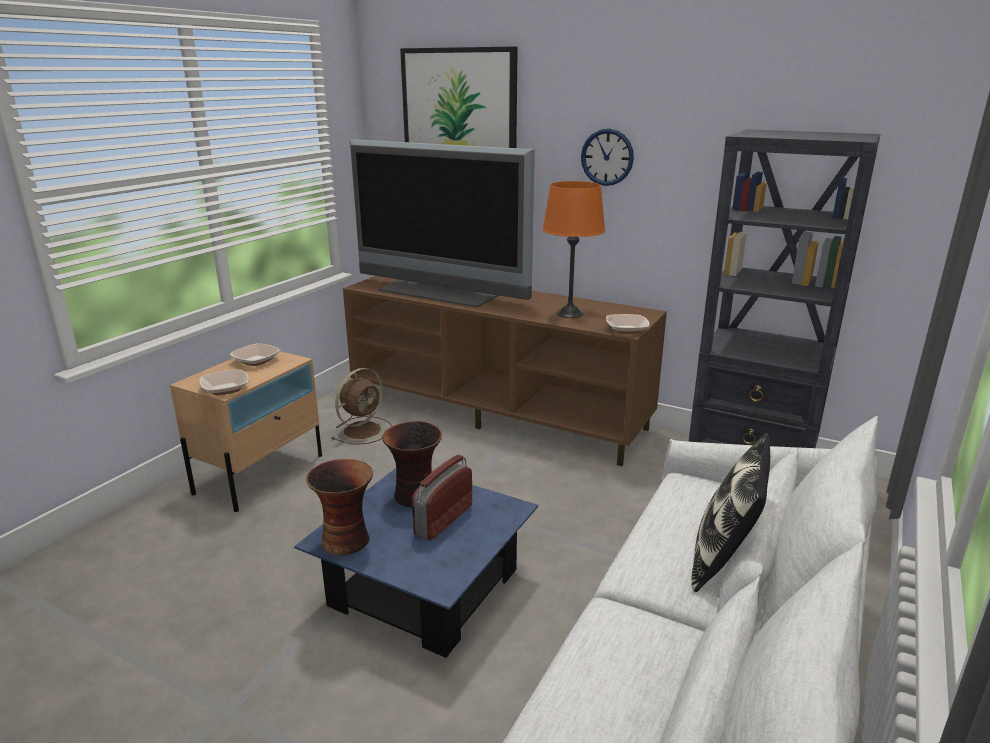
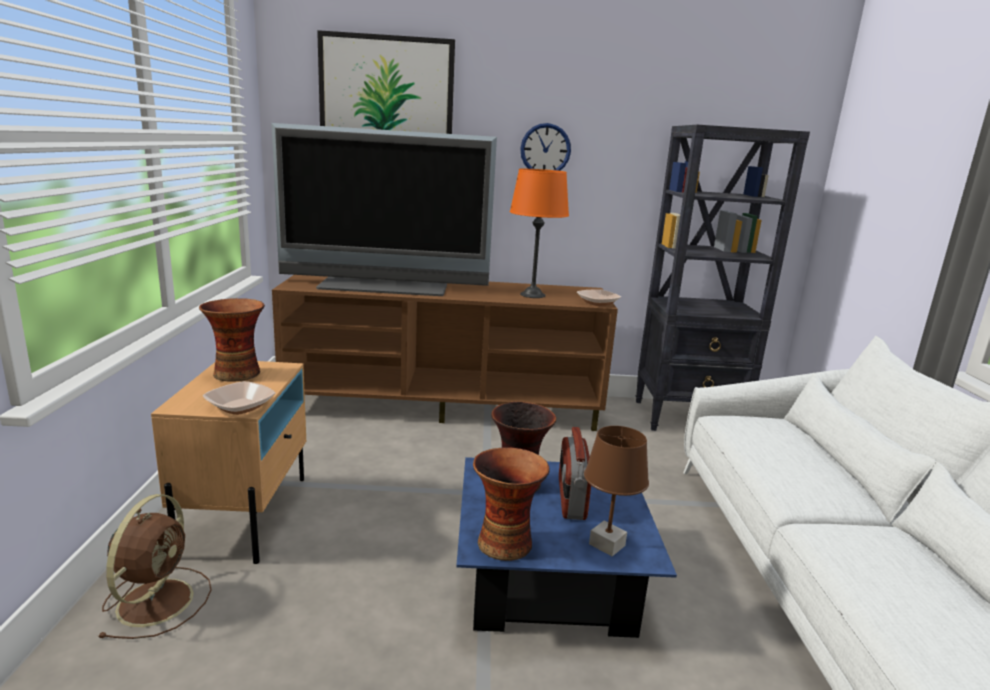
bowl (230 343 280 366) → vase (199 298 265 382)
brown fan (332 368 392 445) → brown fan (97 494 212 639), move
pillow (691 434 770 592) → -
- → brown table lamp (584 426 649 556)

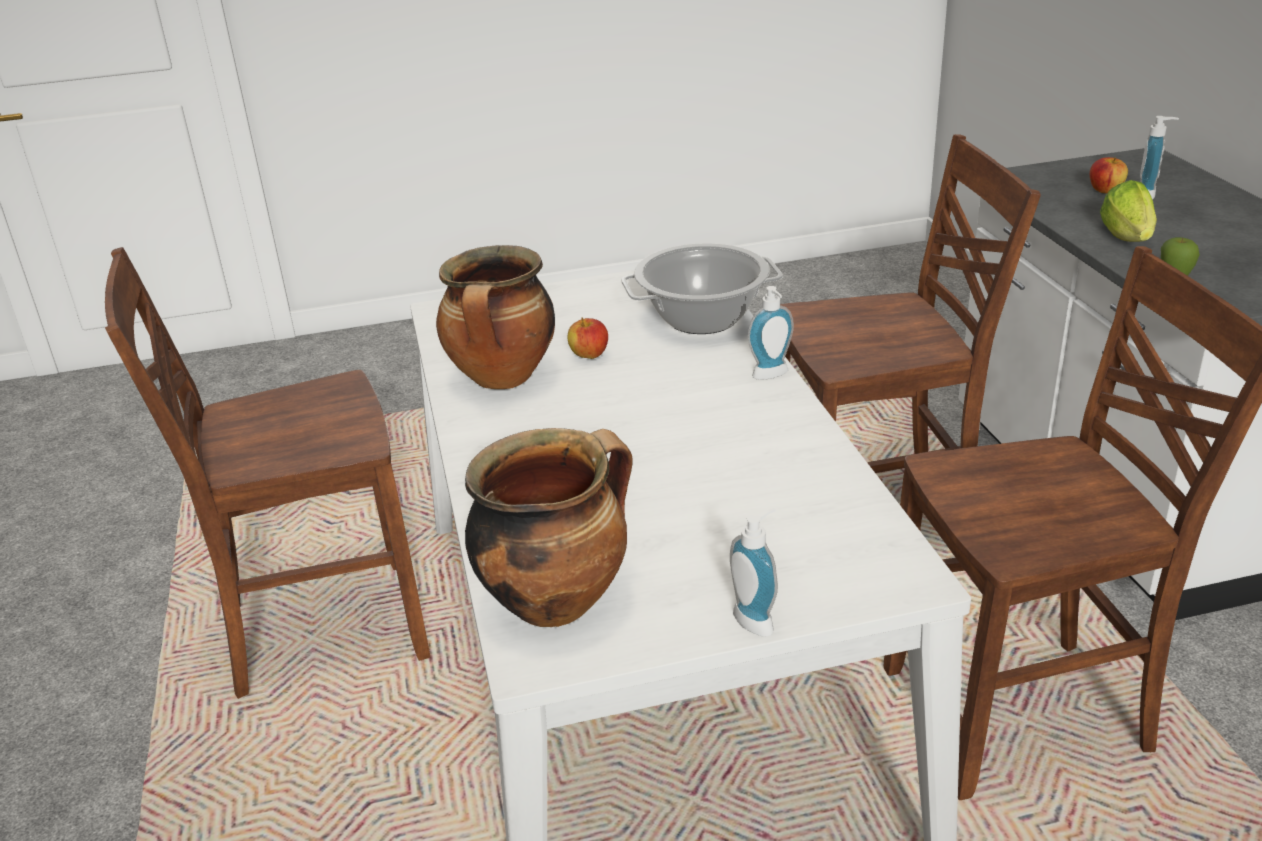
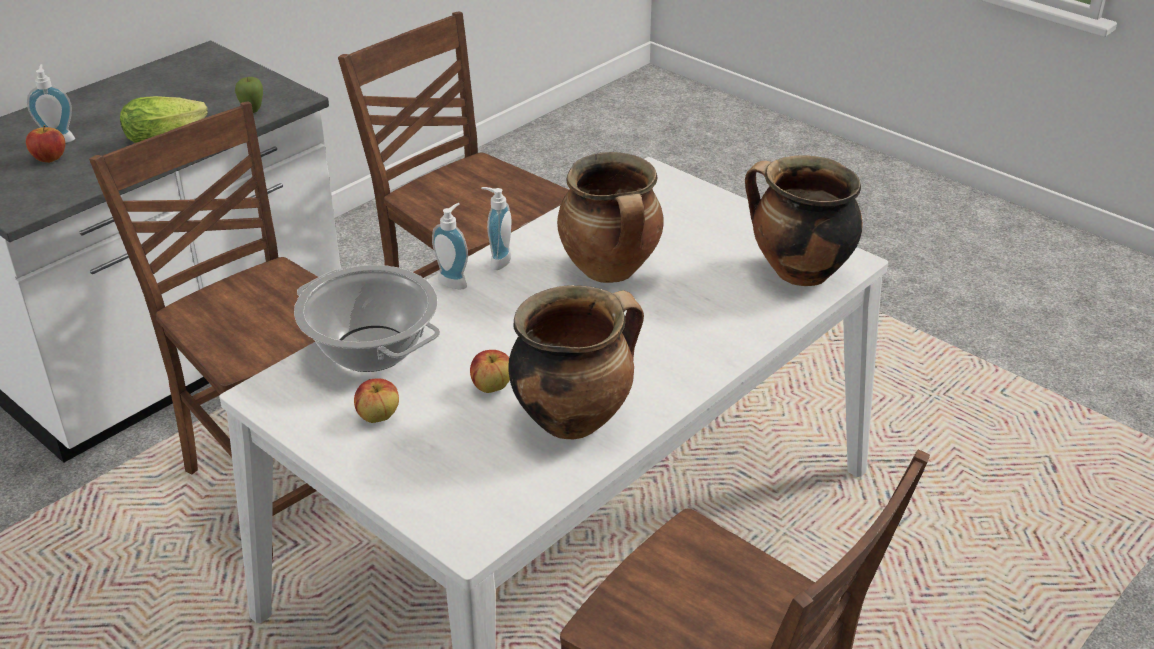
soap dispenser (730 508 778 637) → soap dispenser (481 187 511 270), move
- → apple (354 378 399 423)
- → cooking pot (557 152 663 283)

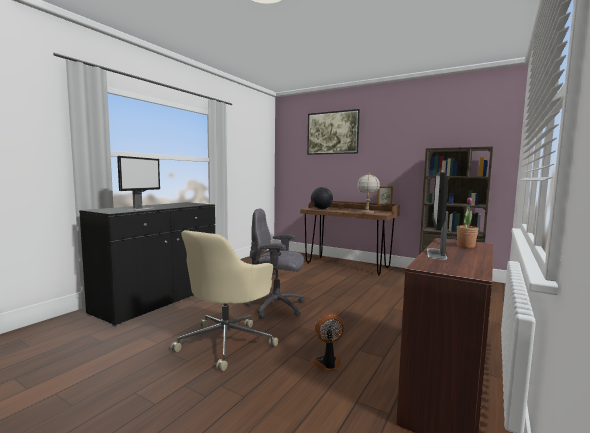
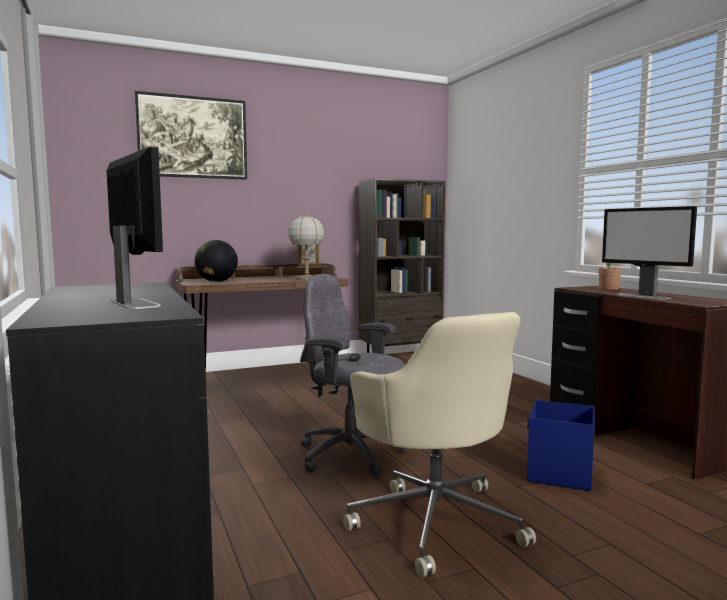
grey office chair (246 208 304 319) → grey office chair (300 274 406 477), 75 degrees clockwise
fan (311 313 344 372) → blue storage box (527 400 595 491)

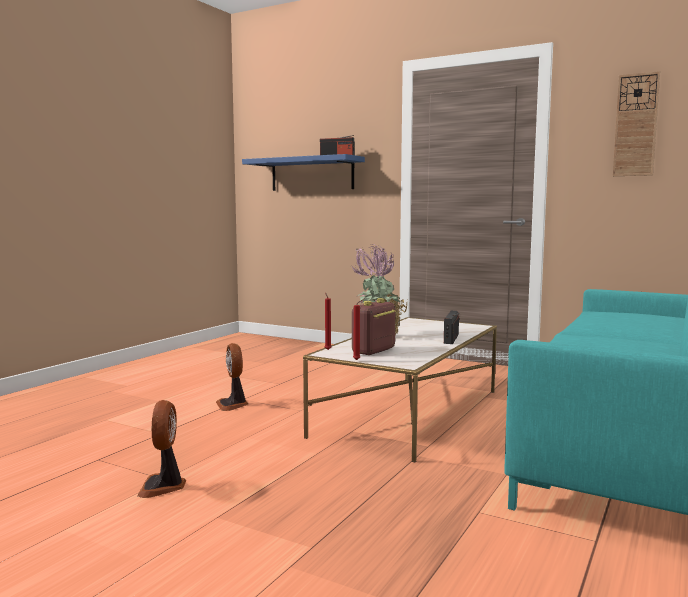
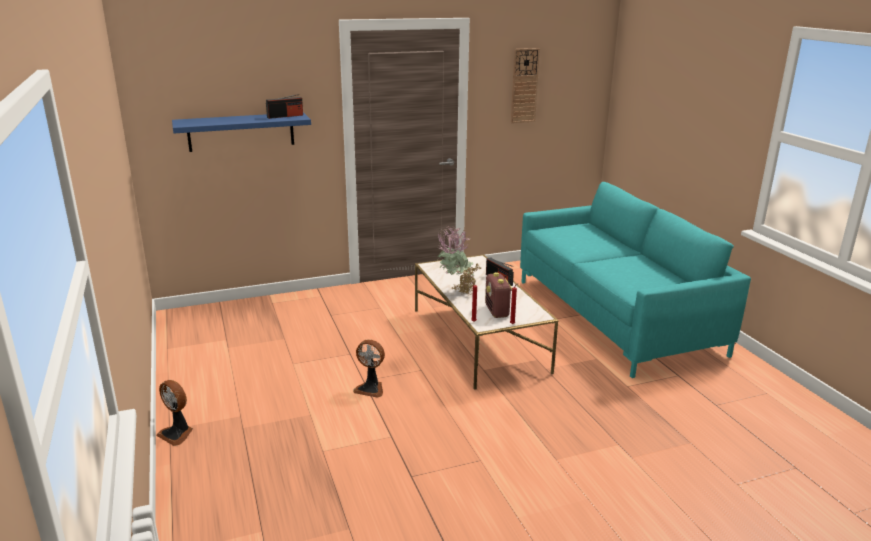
fan (137 400 186 498) → fan (156 380 193 446), move

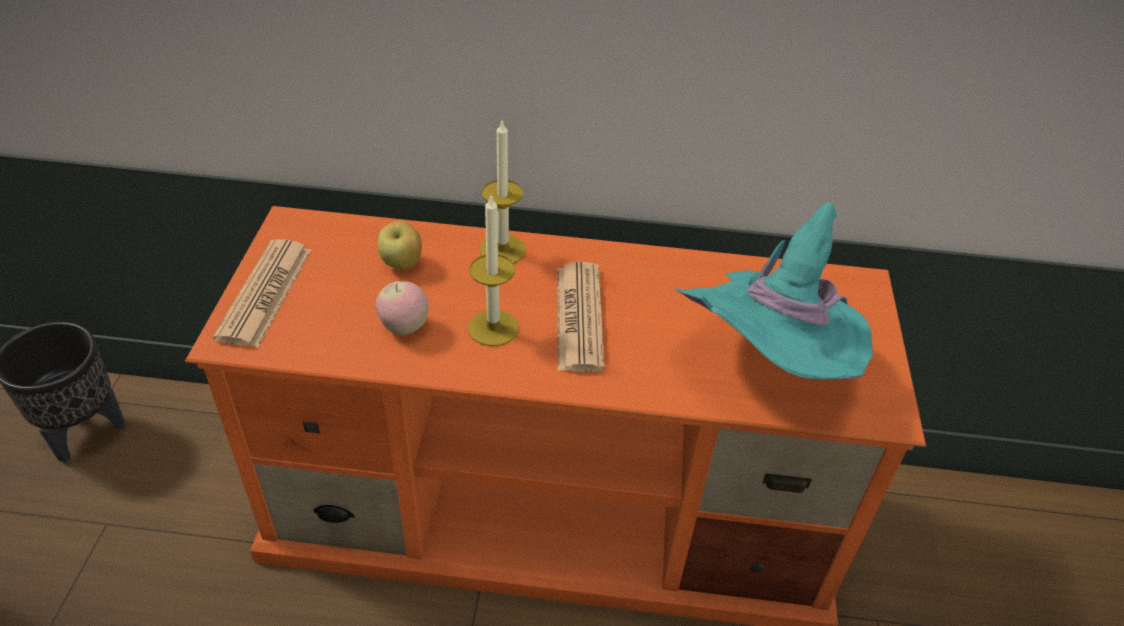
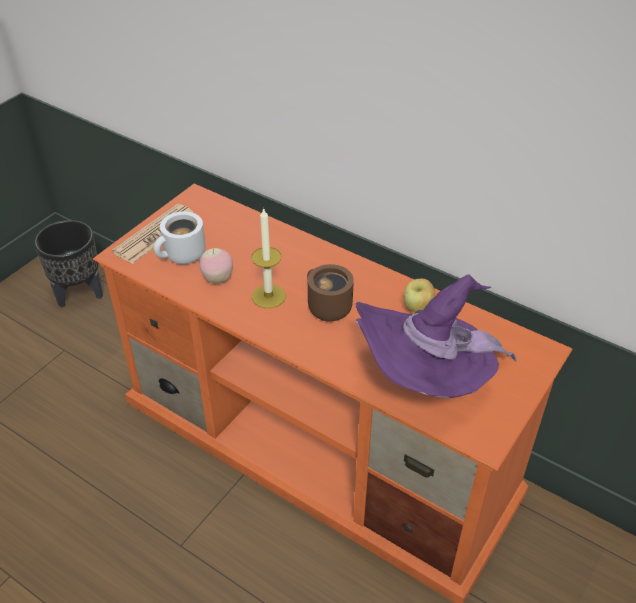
apple (378 221 422 270) → apple (403 279 436 312), move
candle (480 121 526 263) → -
newspaper (557 262 604 372) → brown mug (307 264 354 322)
turquoise hat (674 202 873 379) → purple hat (355 274 517 398)
- → white mug (154 212 206 264)

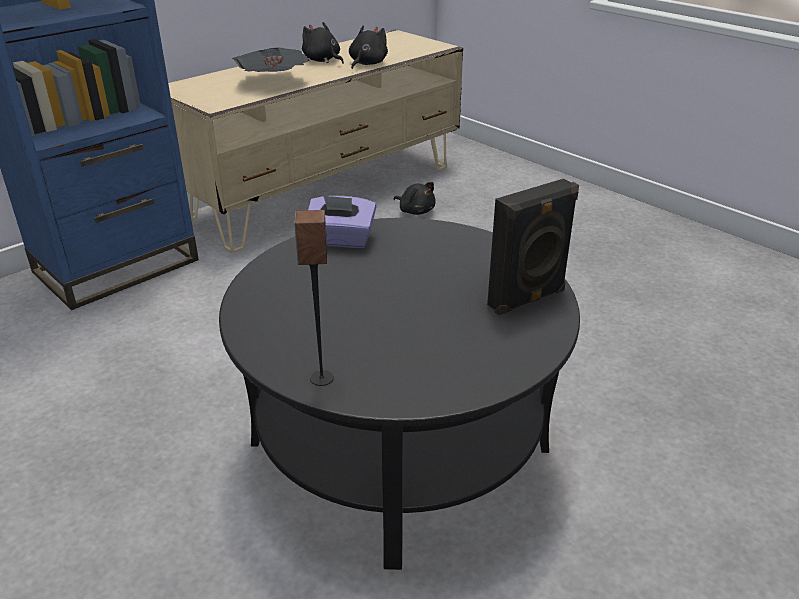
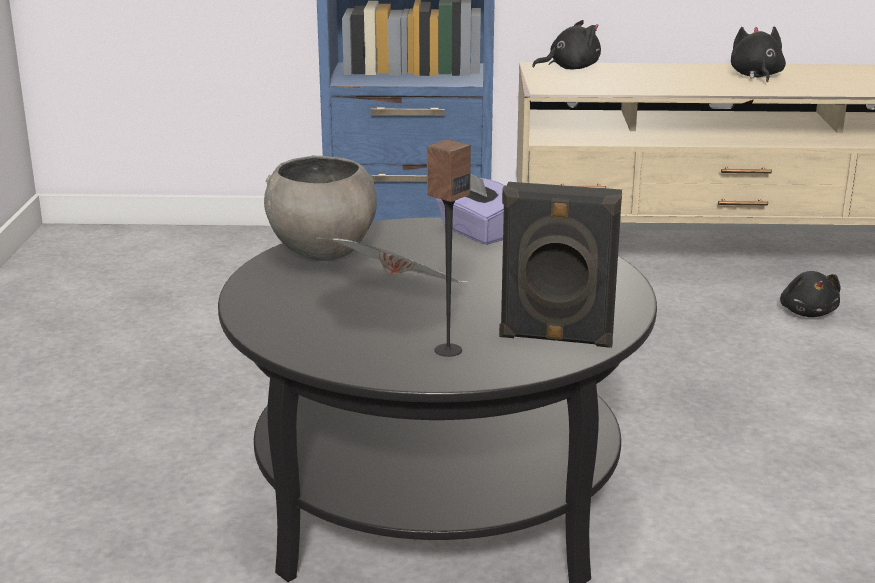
newspaper (232 48 310 72) → newspaper (324 238 468 284), move
speaker (294 210 334 386) → speaker (427 139 471 357), move
black plush toy (349 26 388 69) → black plush toy (532 20 601 70), move
- → grey bowl (264 155 376 261)

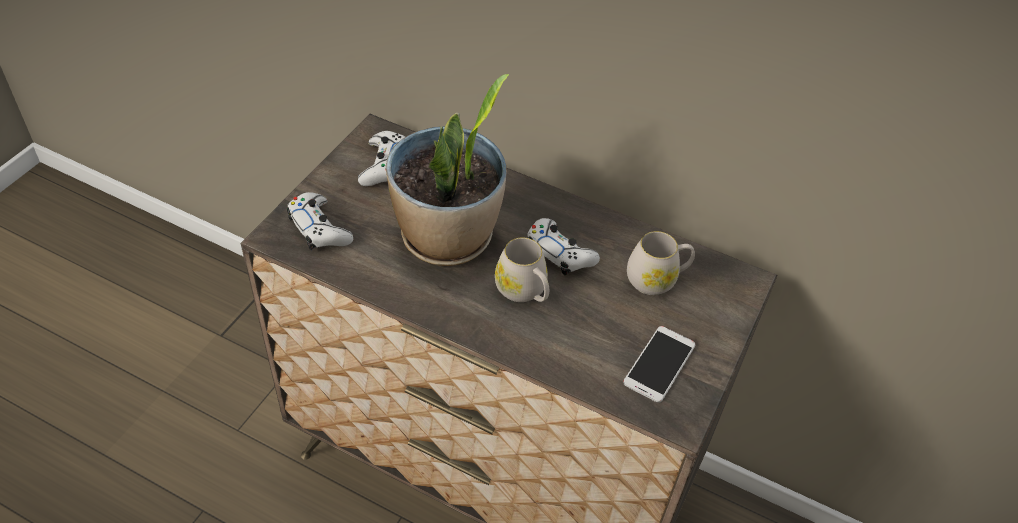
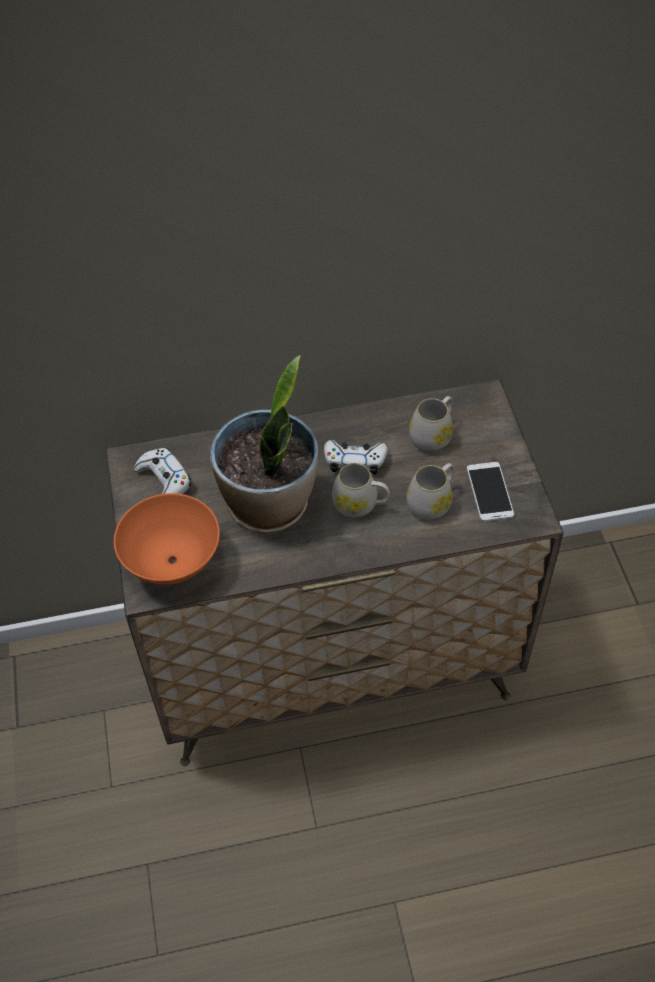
white game controller (287 192 353 250) → orange bowl (114 493 220 585)
- → white mug (407 463 454 520)

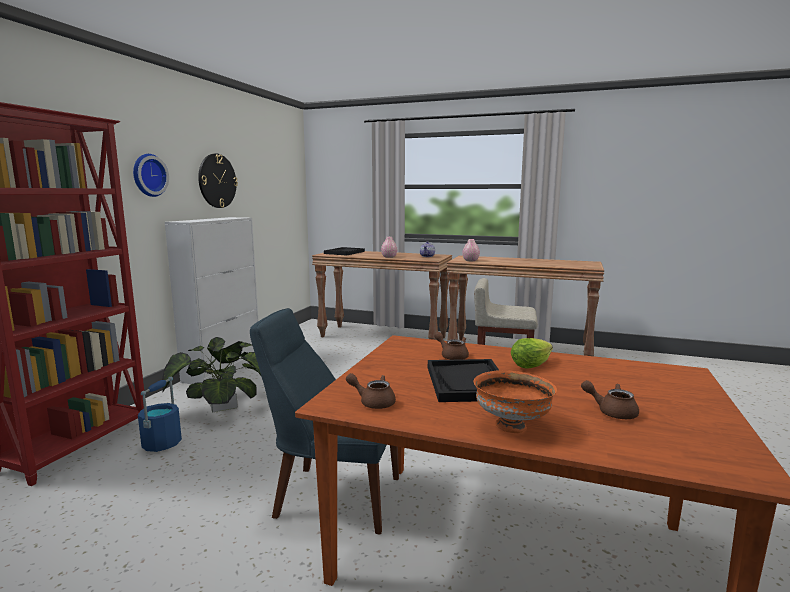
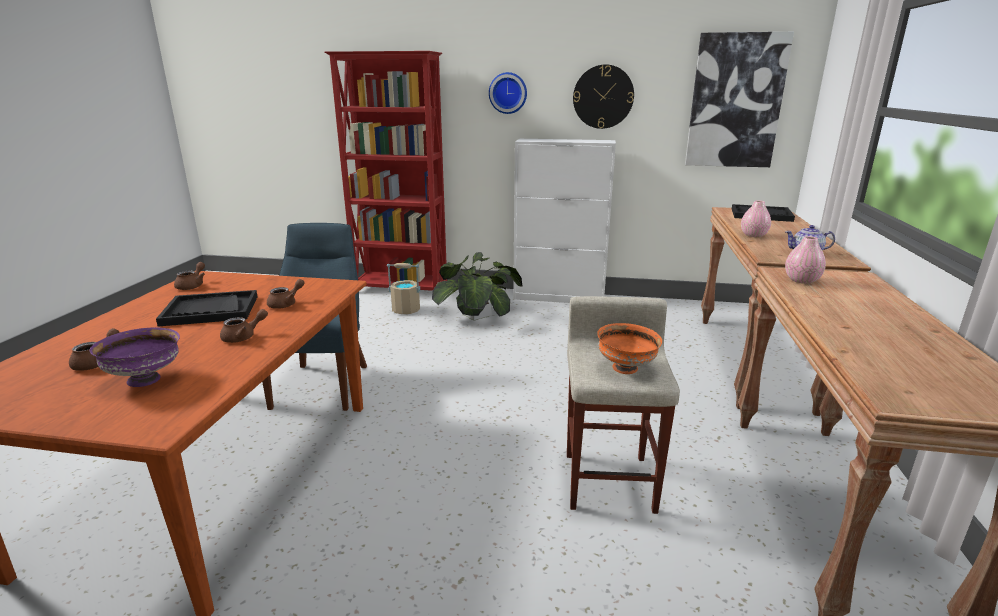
blue bucket (138 377 182 452) → beige bucket (387 263 420 314)
orange bowl (473 370 557 433) → orange bowl (597 323 662 374), move
lettuce (511 338 553 369) → brown teapot (220 309 268 343)
- → purple bowl (90 328 180 387)
- → picture (685 32 794 167)

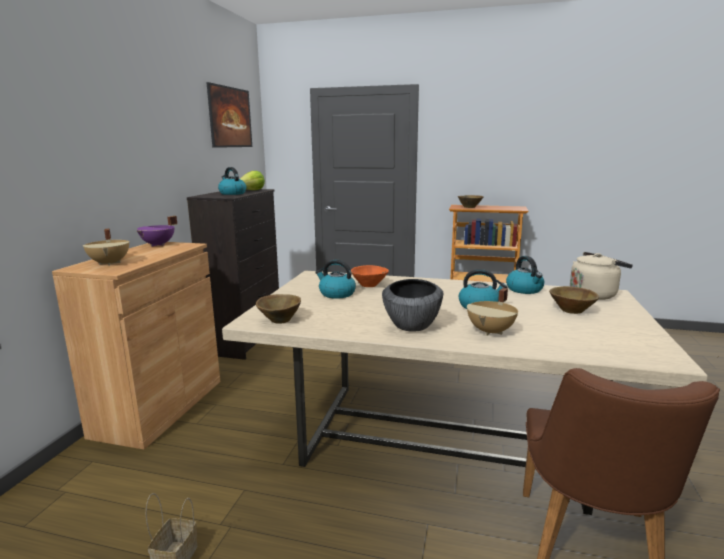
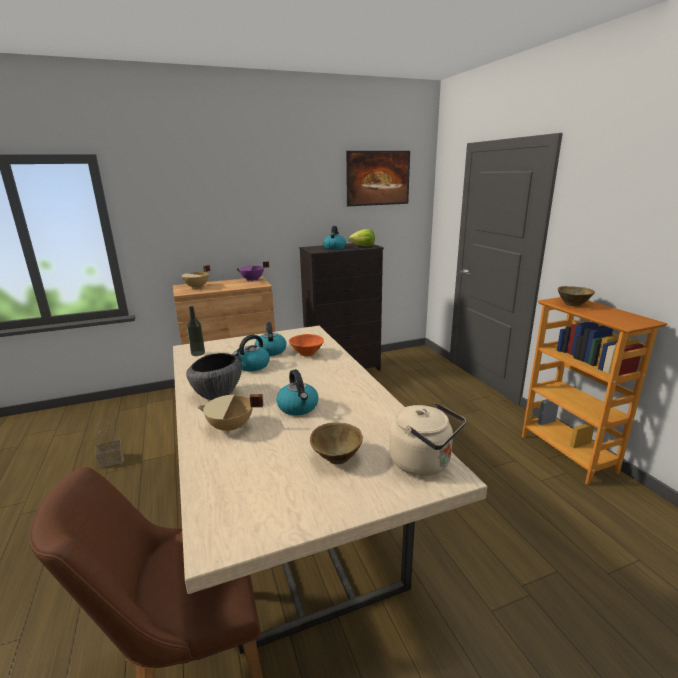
brown bowl (256 294 301 324) → bottle (187 306 205 356)
kettle (506 256 544 294) → kettle (233 335 270 371), move

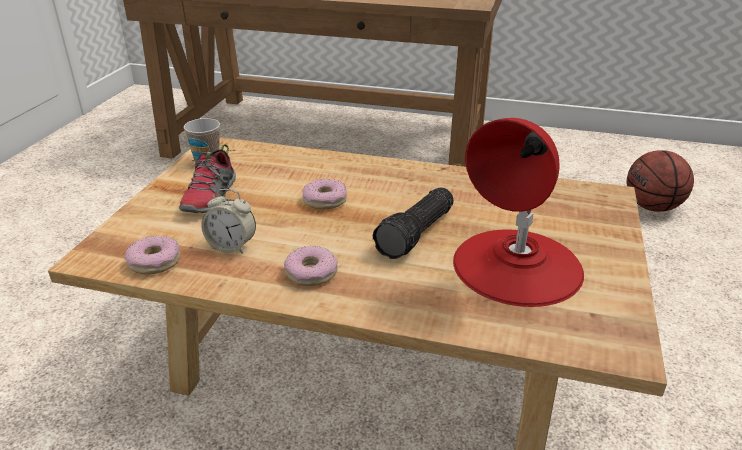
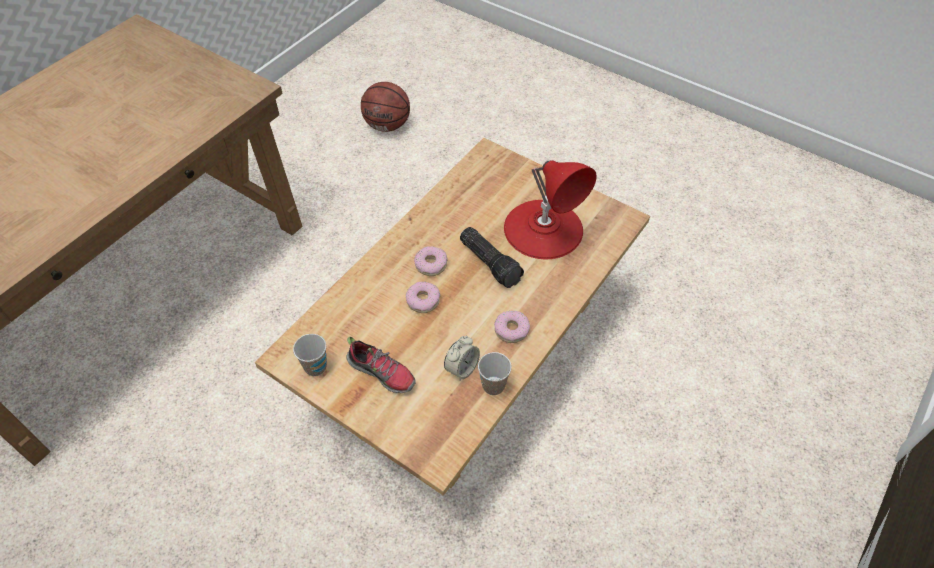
donut (125 236 180 275) → donut (414 246 448 276), move
- → cup (478 352 512 395)

